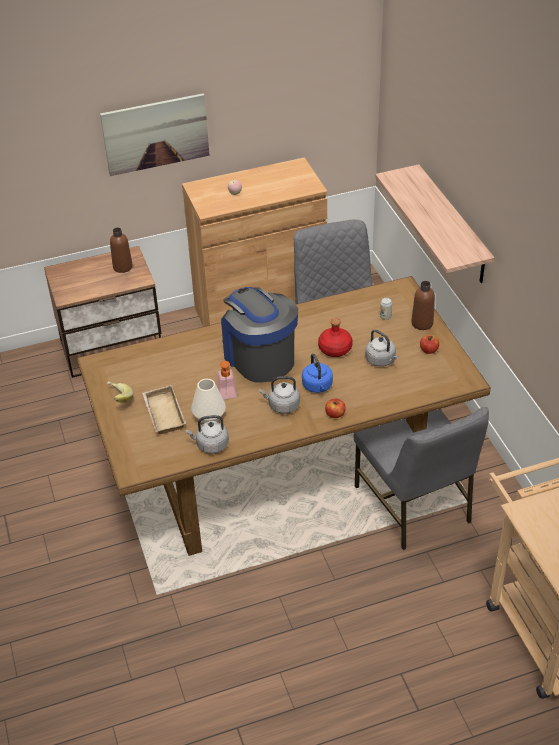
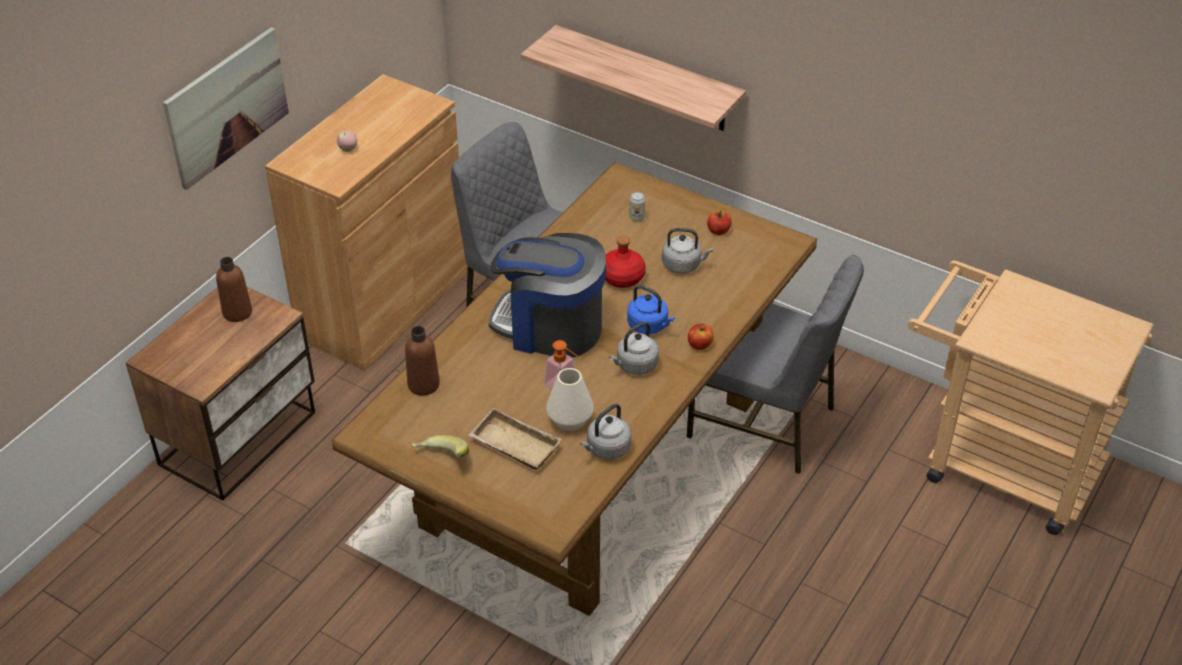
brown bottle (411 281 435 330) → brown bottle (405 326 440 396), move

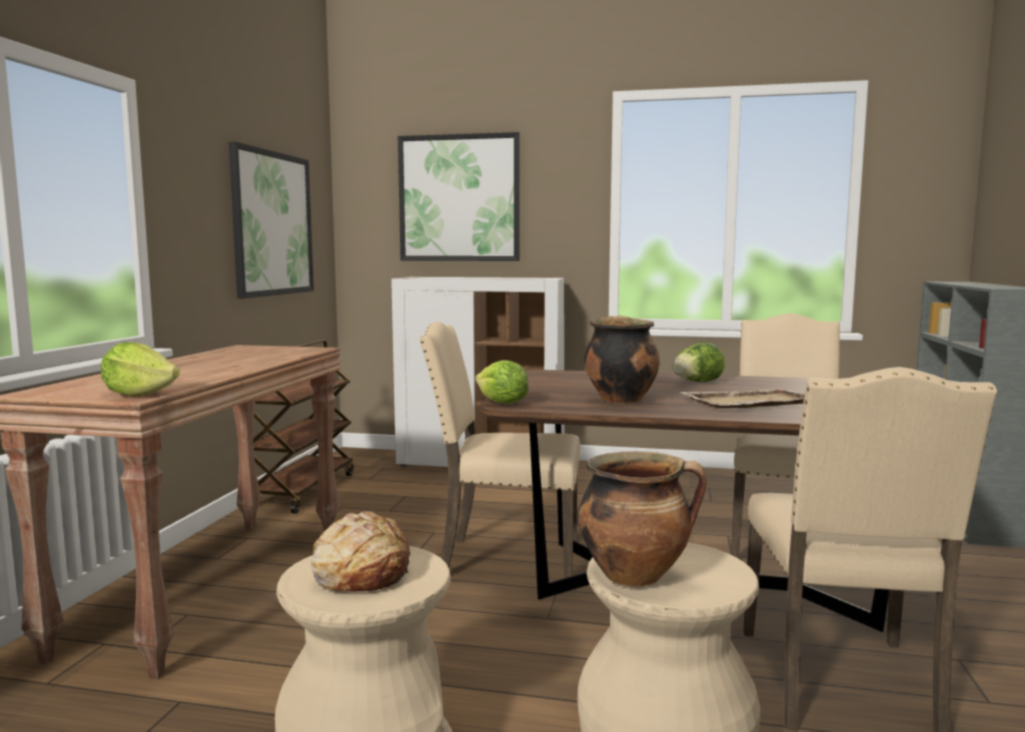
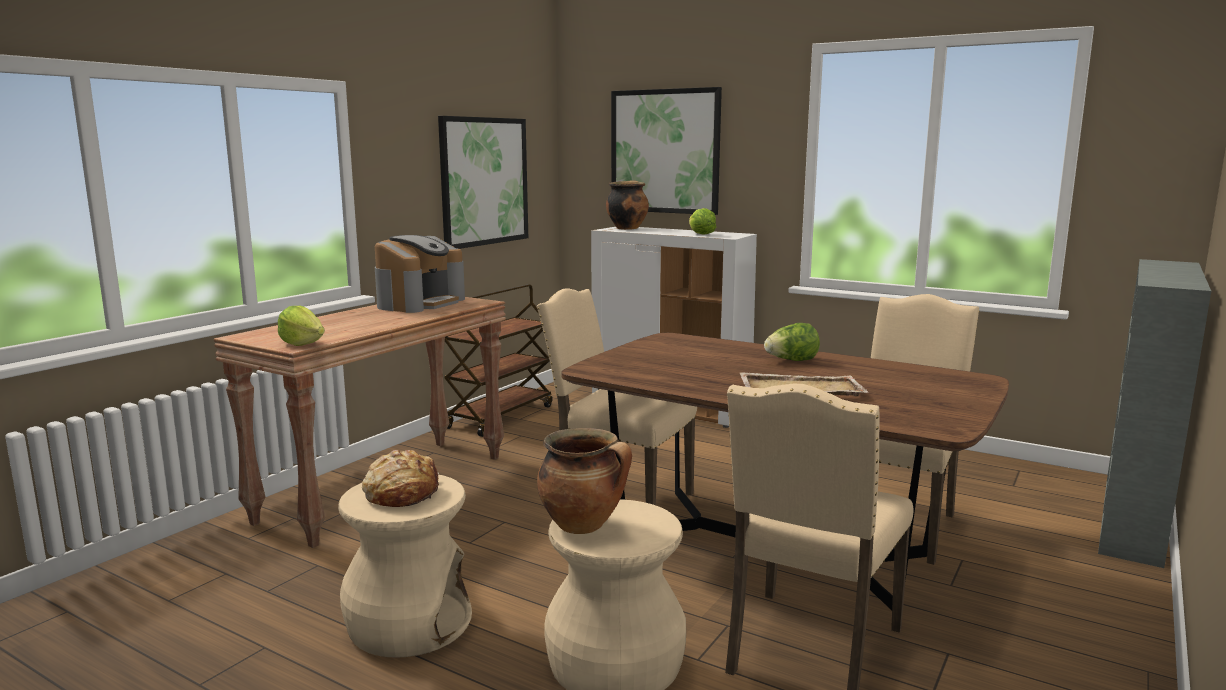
lettuce (475 360 529 404) → lettuce (689 208 716 235), move
cooking pot (584 316 660 404) → cooking pot (606 180 649 230), move
- → coffee machine (375 235 465 313)

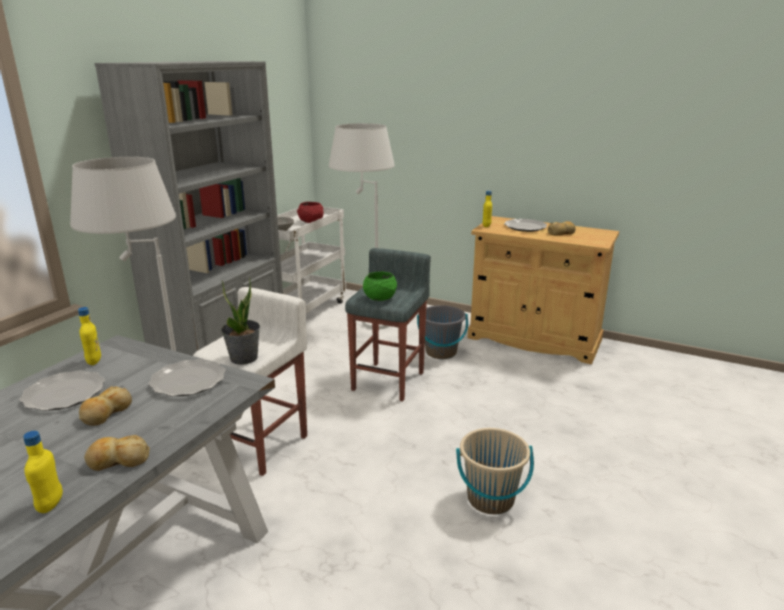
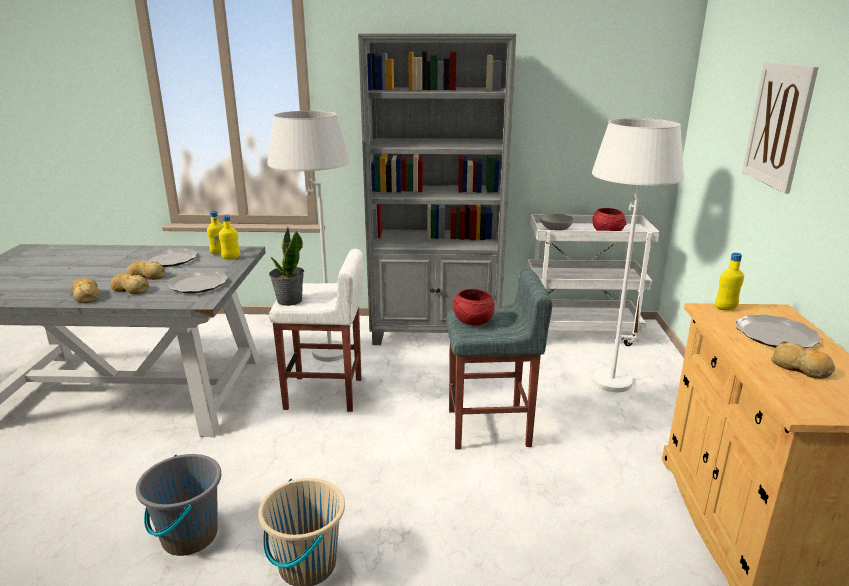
yellow bottle (23 431 63 513) → yellow bottle (219 215 240 260), move
green bowl (363 272 397 301) → red bowl (453 289 494 326)
grey bucket (417 305 468 359) → grey bucket (136 454 221 556), move
- → bread (110 273 150 294)
- → picture (742 62 819 193)

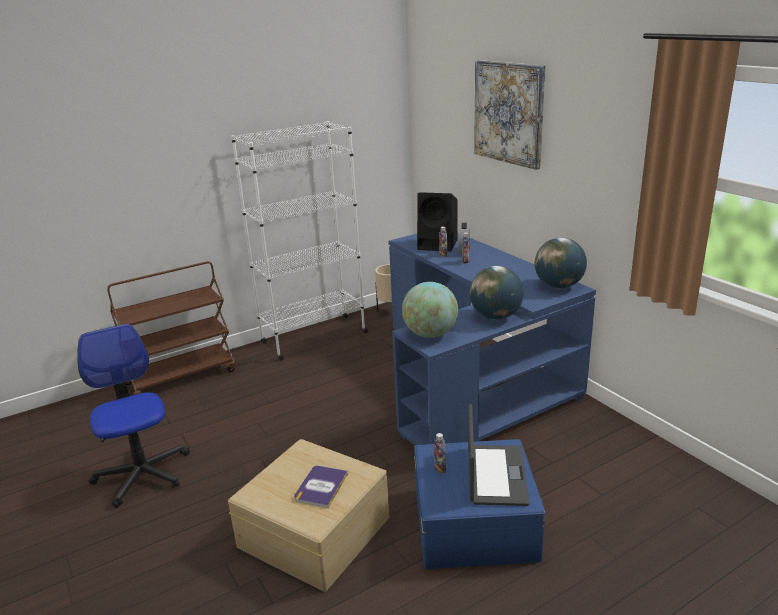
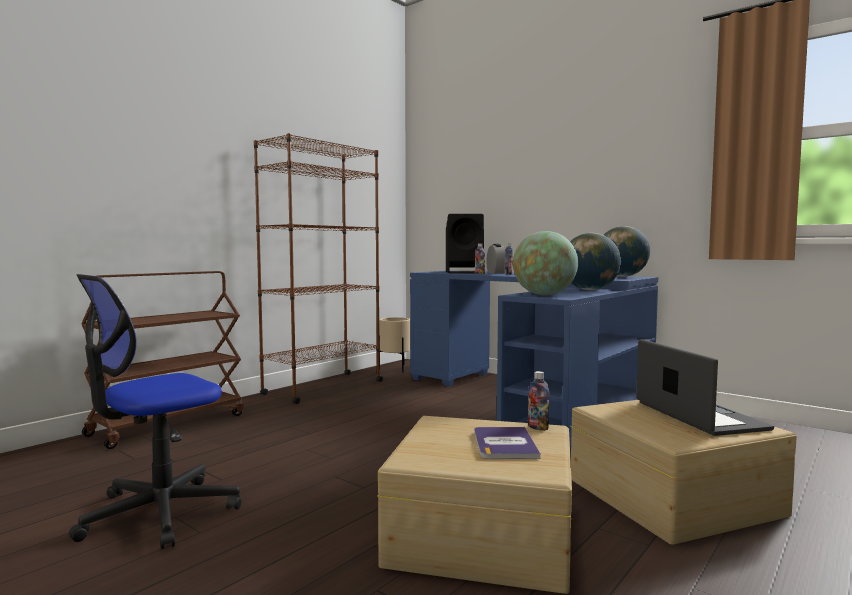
office chair (77 324 190 508) → office chair (69 274 241 549), 90 degrees counterclockwise
white bookcase (231 121 368 360) → brown bookcase (254 133 383 404)
blue storage box (414 439 546 569) → beige storage box (570 400 797 545)
bottle (434 433 446 474) → bottle (528 371 549 431), move
picture (474 60 545 170) → -

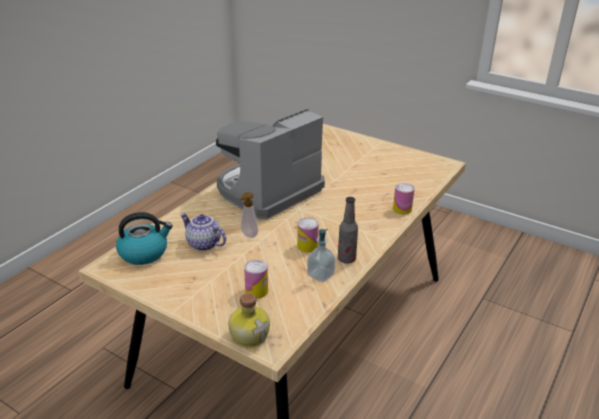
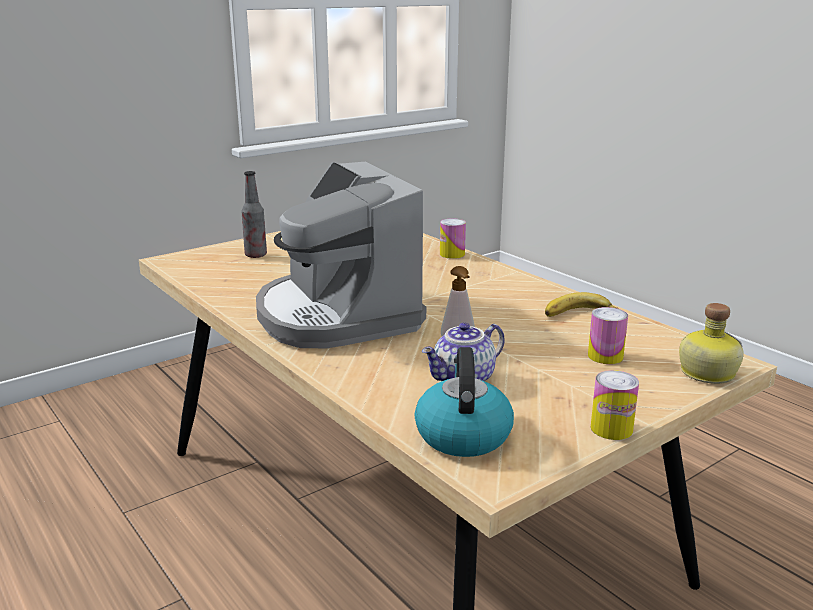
can (297 218 319 253) → can (591 370 639 440), move
soap dispenser (307 229 335 282) → banana (545 292 619 317)
bottle (338 197 358 264) → bottle (241 171 267 258), move

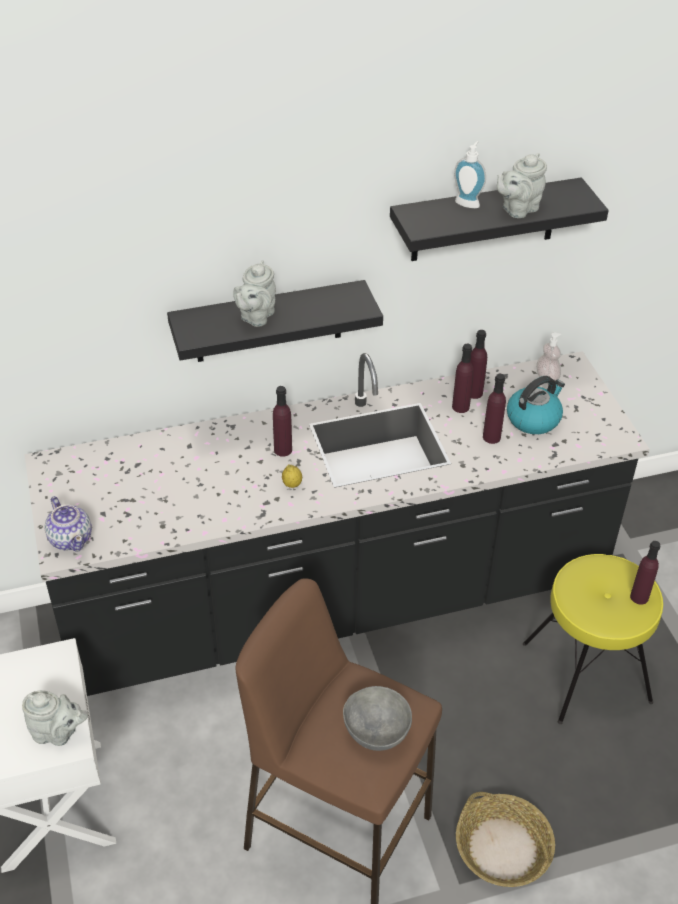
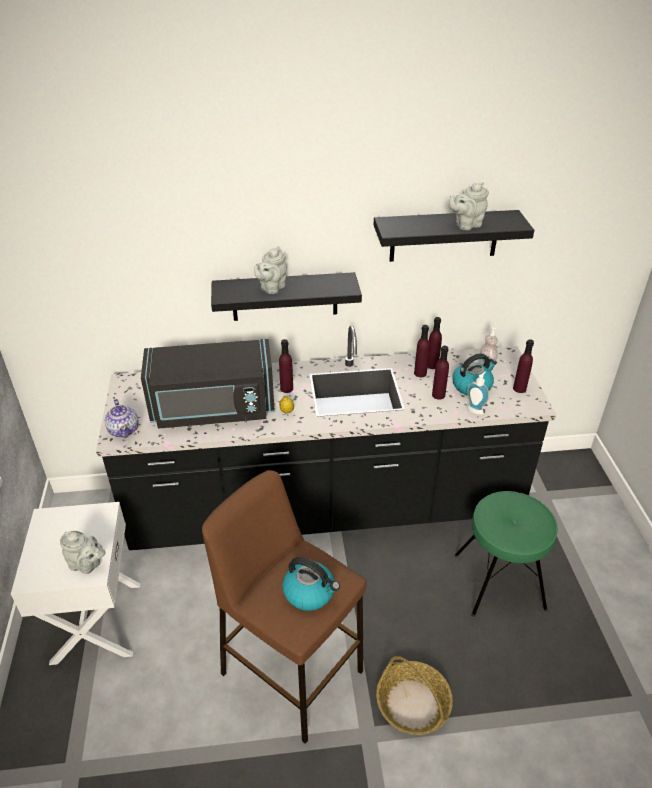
grey bowl (343 686 412 751) → kettle (282 557 340 611)
soap dispenser (454 141 486 208) → soap dispenser (467 371 489 415), move
yellow stool (523 554 663 724) → green stool (455 491 558 617)
purple bottle (630 541 661 605) → purple bottle (513 339 534 393), move
- → black microwave (141 339 275 428)

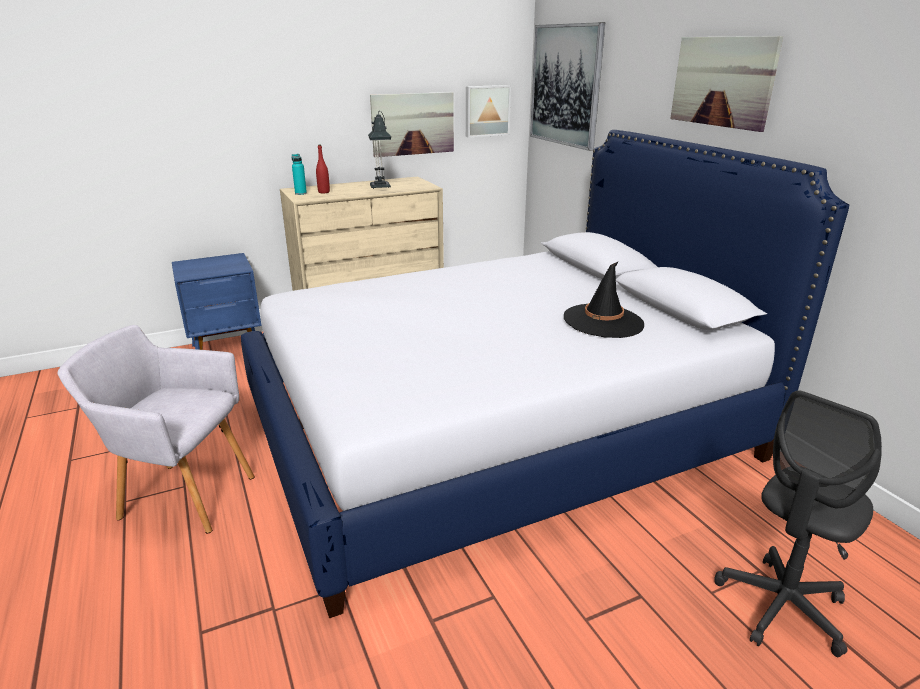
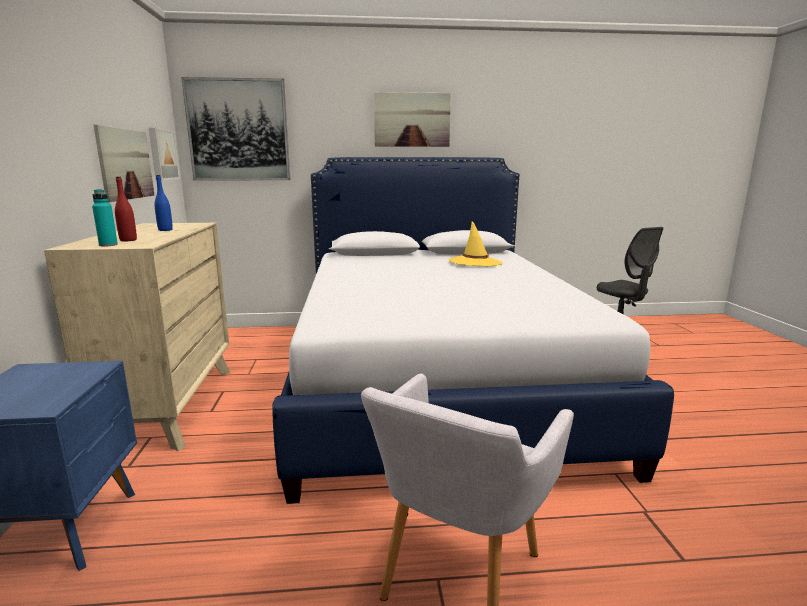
table lamp (368 111 391 189) → blue bottle (154 175 173 231)
black hat (564 261 644 338) → yellow hat (449 222 503 266)

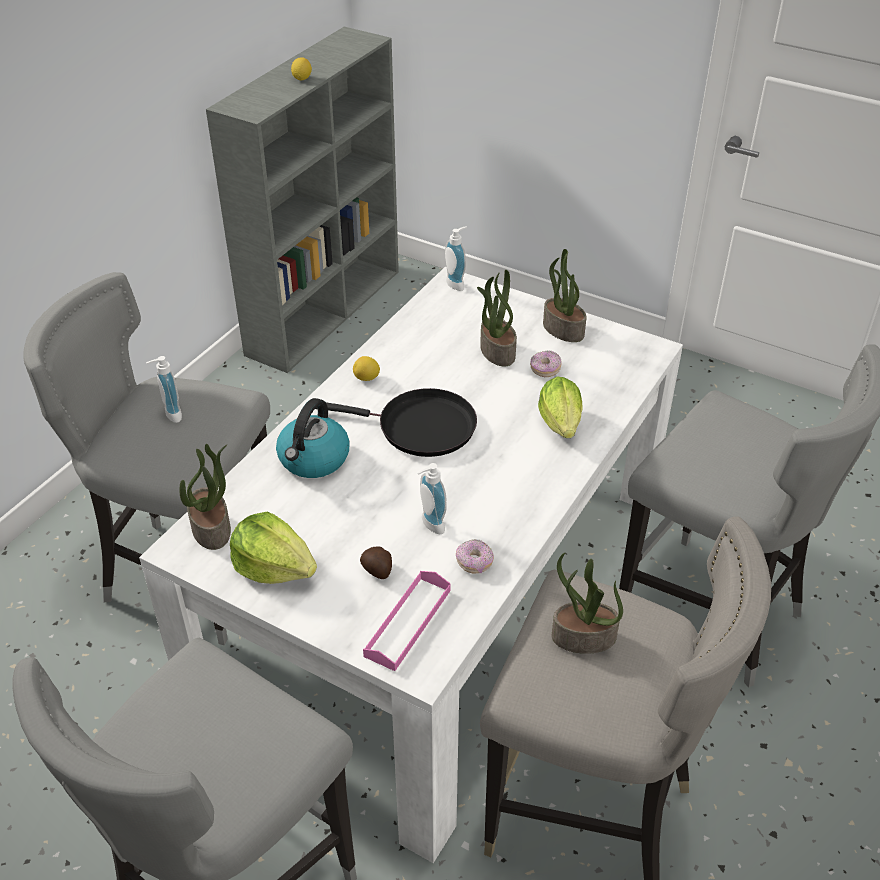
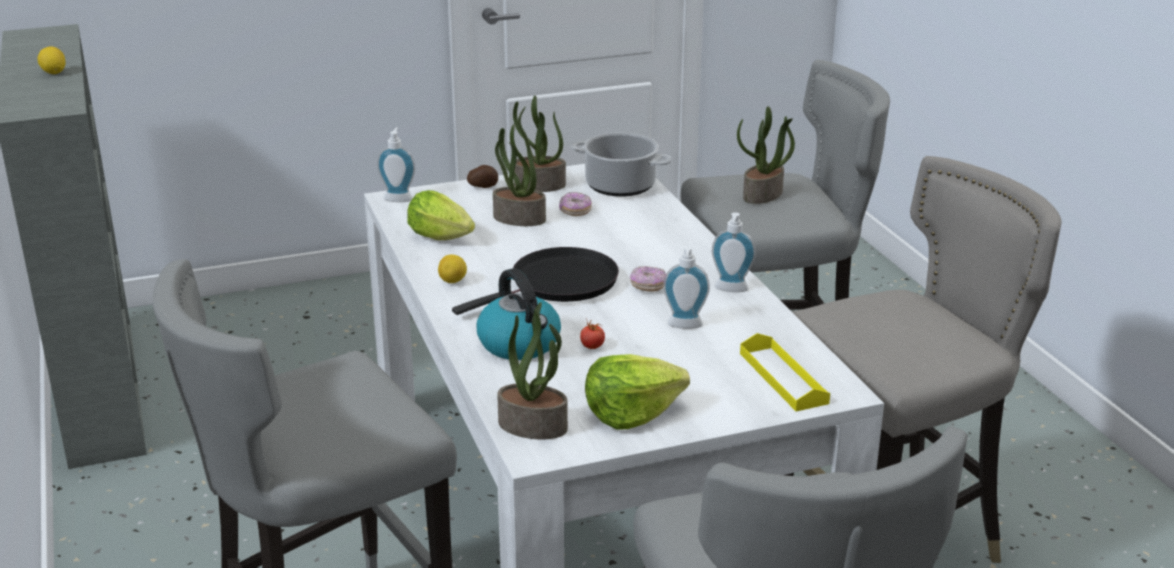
soap dispenser (146 356 182 423) → soap dispenser (712 213 756 292), move
potato (360 546 392 579) → potato (467 165 498 188), move
pink tray (363 571 451 671) → yellow tray (740 333 830 411)
donut (456 539 494 574) → donut (630 266 666 292), move
lettuce (538 376 583 438) → lettuce (407 190 475 240), move
potted plant (551 553 623 654) → potted plant (737 106 795 204), move
- → cooking pot (571 132 672 197)
- → tomato (580 318 605 349)

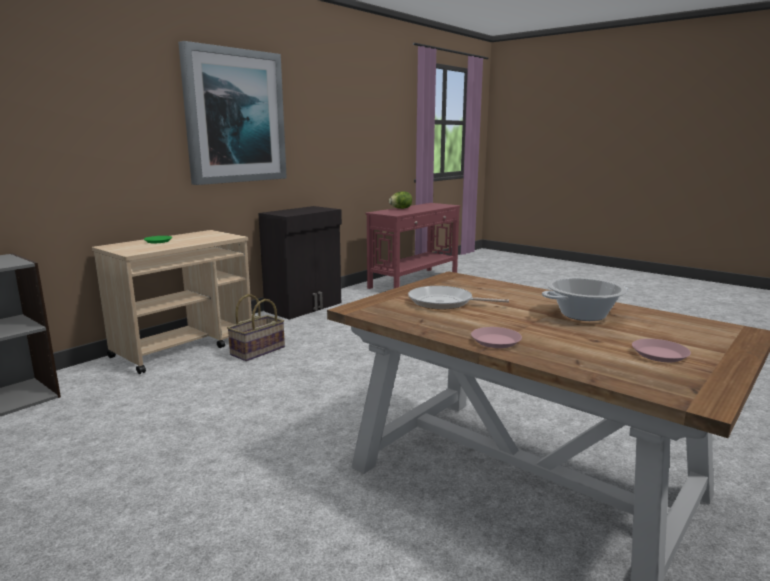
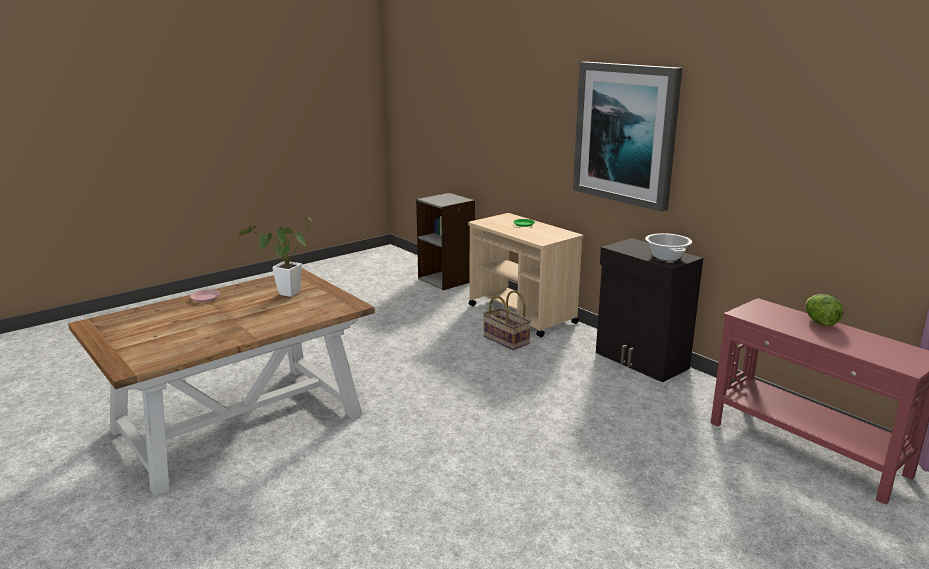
frying pan (408 286 509 310) → potted plant (239 215 314 297)
cooking pot (542 277 628 321) → cooking pot (645 233 692 261), move
pink plate (632 339 691 362) → -

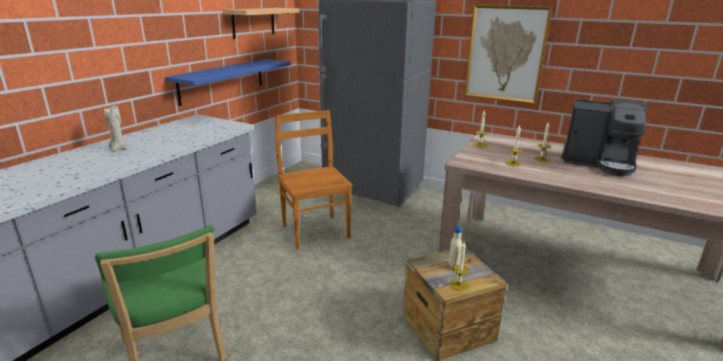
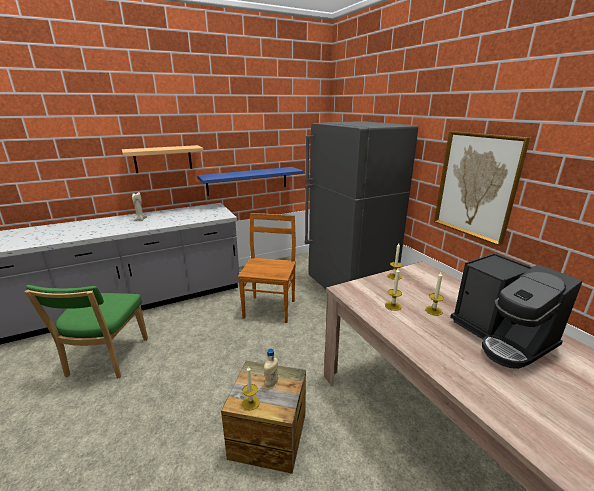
shelf (223 8 299 39) → shelf (122 145 204 173), move

